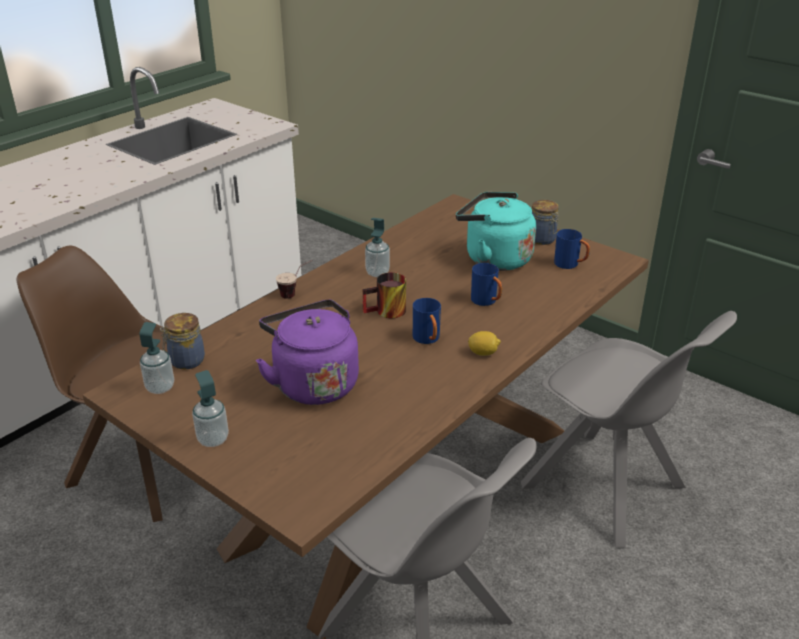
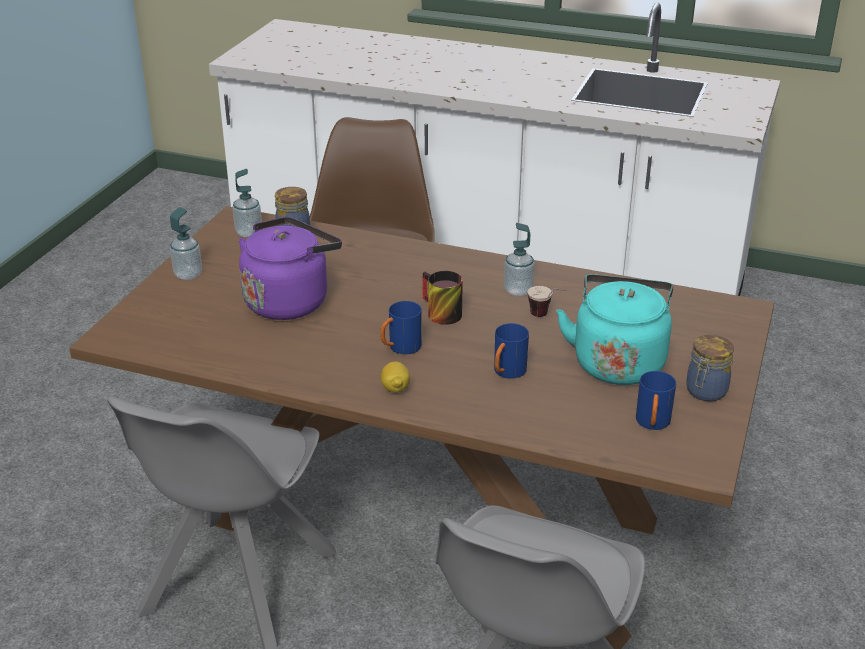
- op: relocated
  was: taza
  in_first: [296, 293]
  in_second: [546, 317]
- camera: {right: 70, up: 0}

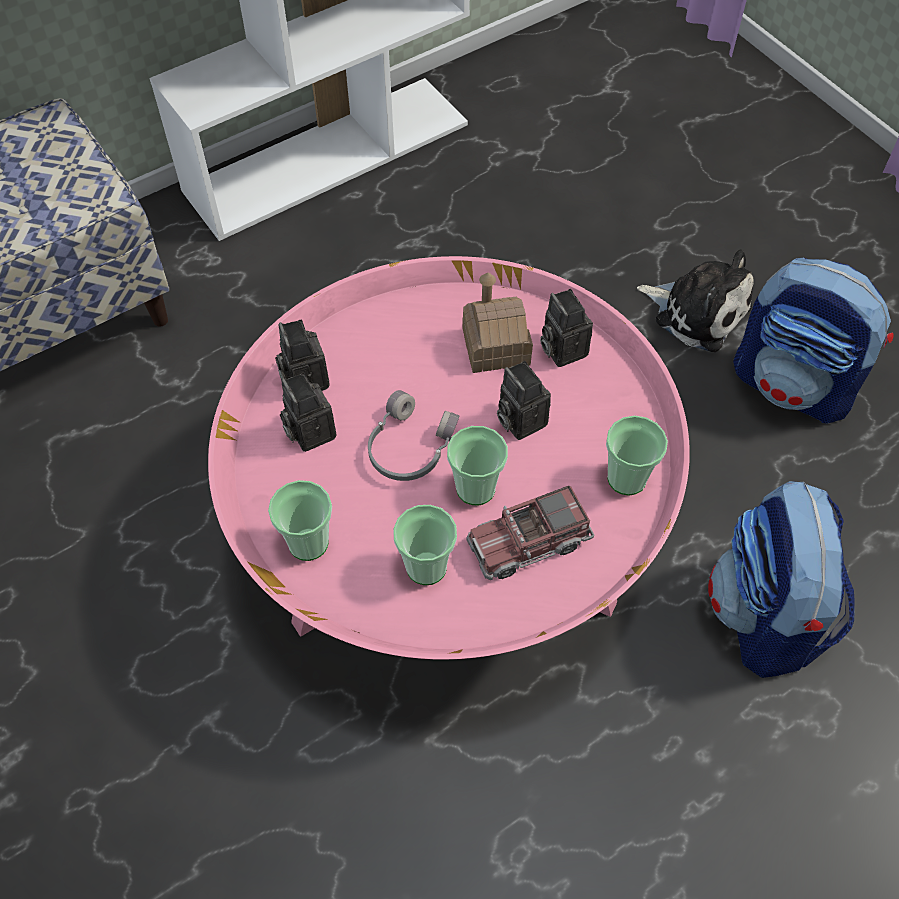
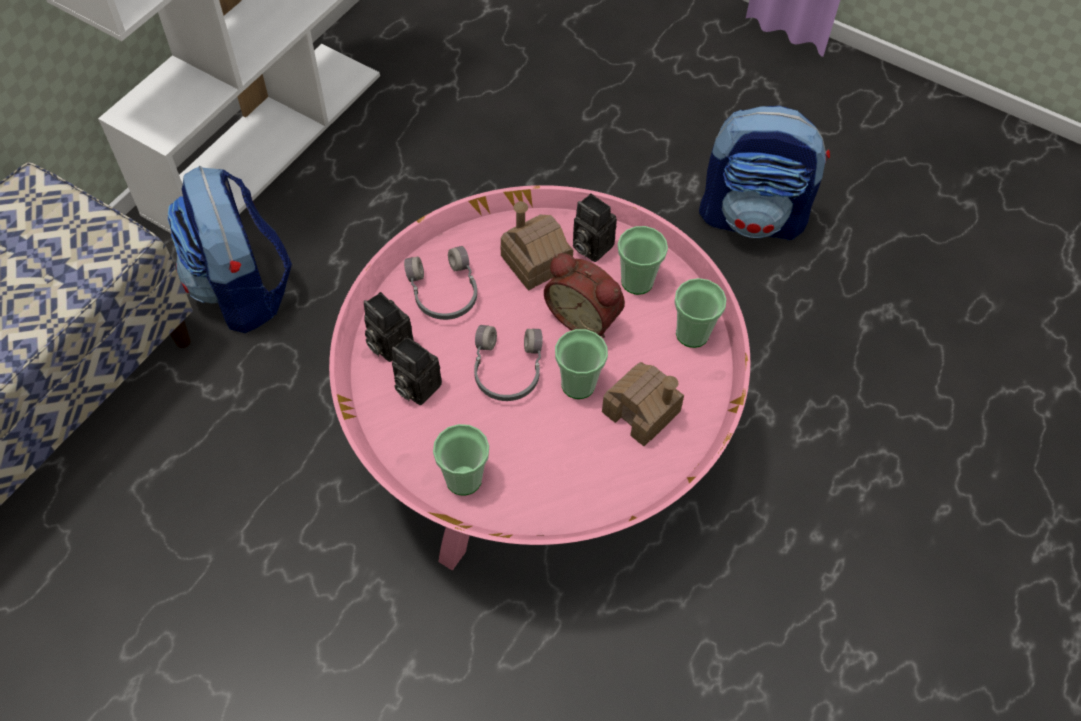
- op: missing
  was: peluche
  in_first: [697, 311]
- op: appeared
  now: auriculares [gris]
  in_second: [443, 292]
- op: relocated
  was: taza
  in_first: [426, 566]
  in_second: [637, 281]
- op: relocated
  was: mochila
  in_first: [765, 616]
  in_second: [243, 290]
- op: exchanged
  was: camión de juguete
  now: casita
  in_first: [528, 542]
  in_second: [641, 412]
- op: exchanged
  was: cámara
  now: despertador
  in_first: [518, 419]
  in_second: [584, 316]
- camera: {right: -25, up: 0}

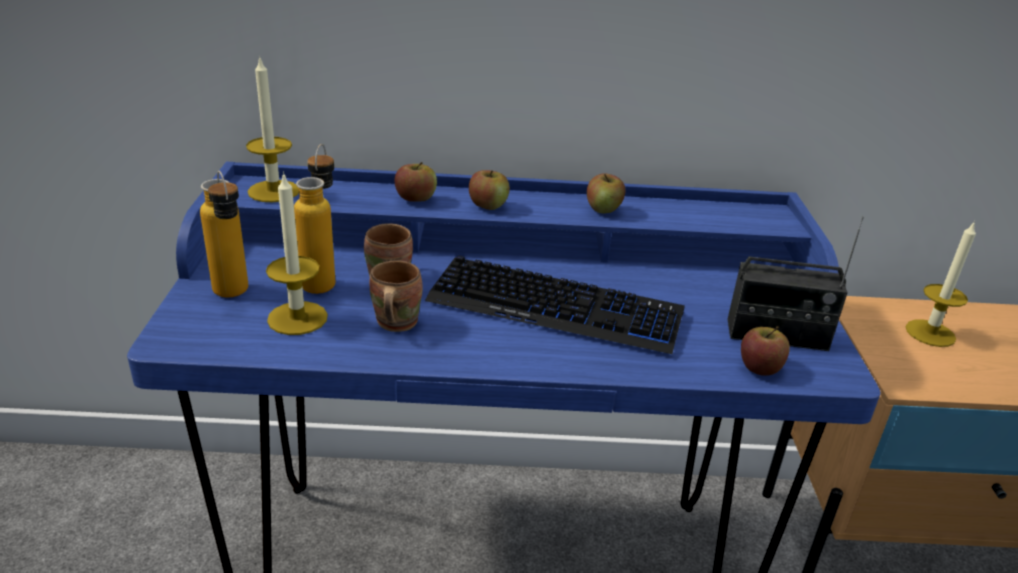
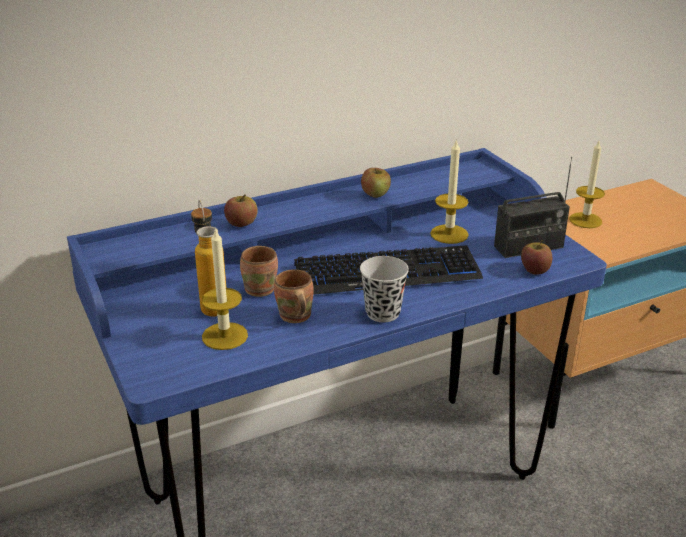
- op: missing
  was: botella
  in_first: [234, 297]
- op: missing
  was: manzana
  in_first: [488, 205]
- op: appeared
  now: taza [negro]
  in_second: [382, 313]
- op: relocated
  was: vela
  in_first: [273, 191]
  in_second: [449, 234]
- camera: {right: -25, up: 0}

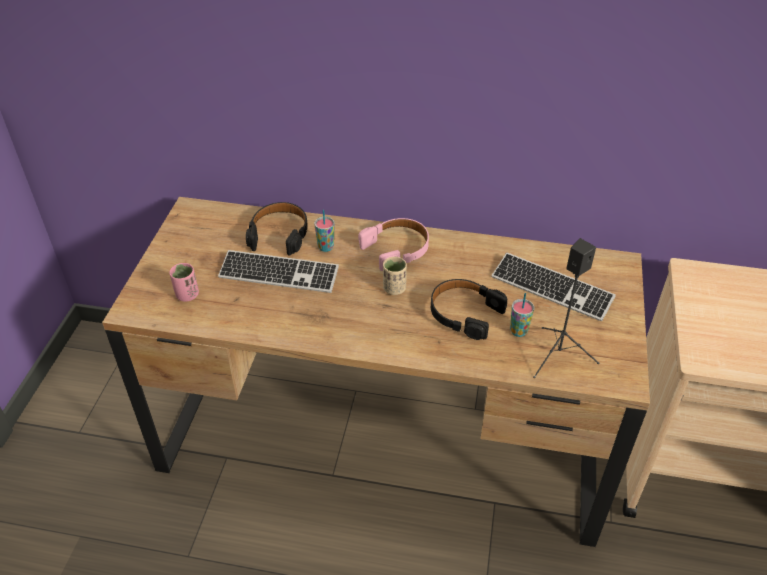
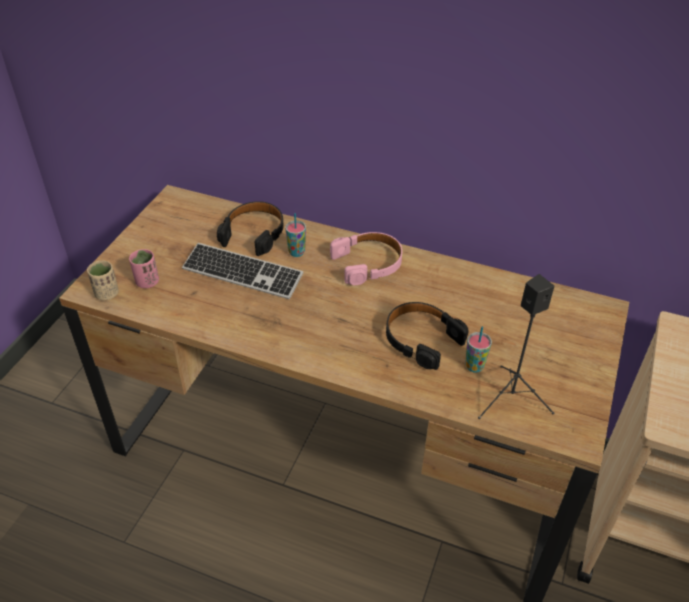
- op: missing
  was: teclado
  in_first: [551, 288]
- op: relocated
  was: taza [beis]
  in_first: [394, 288]
  in_second: [107, 294]
- camera: {right: 10, up: 0}

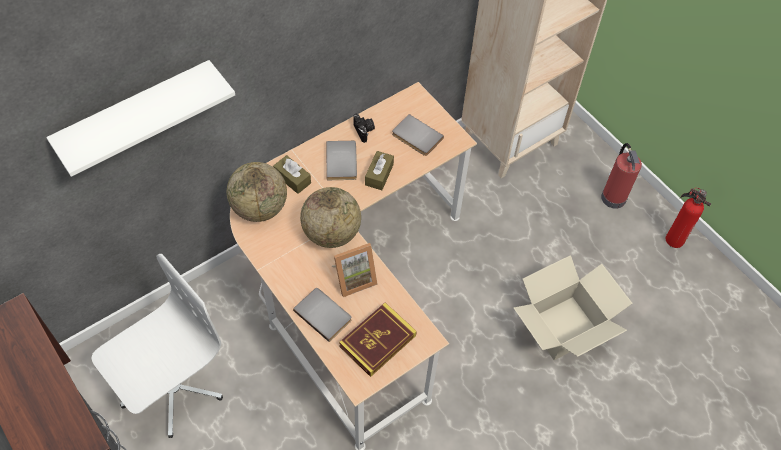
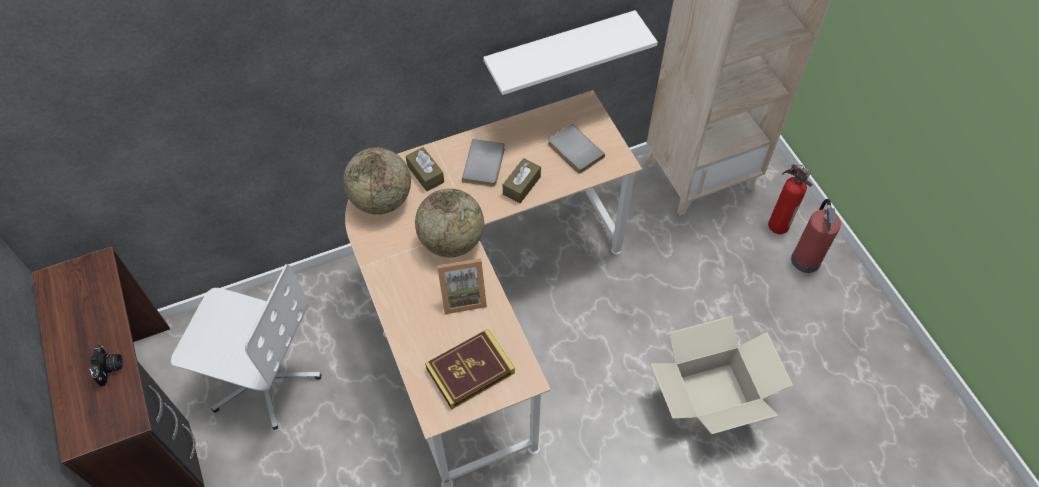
- op: missing
  was: libro [gris]
  in_first: [324, 314]
- op: relocated
  was: estante [blanco]
  in_first: [136, 114]
  in_second: [559, 51]
- op: relocated
  was: cámara
  in_first: [364, 131]
  in_second: [110, 368]
- op: relocated
  was: extintor
  in_first: [673, 239]
  in_second: [777, 224]
- op: spun
  was: silla de oficina [blanco]
  in_first: [172, 387]
  in_second: [264, 378]
  clockwise: 45
- camera: {right: 15, up: 0}

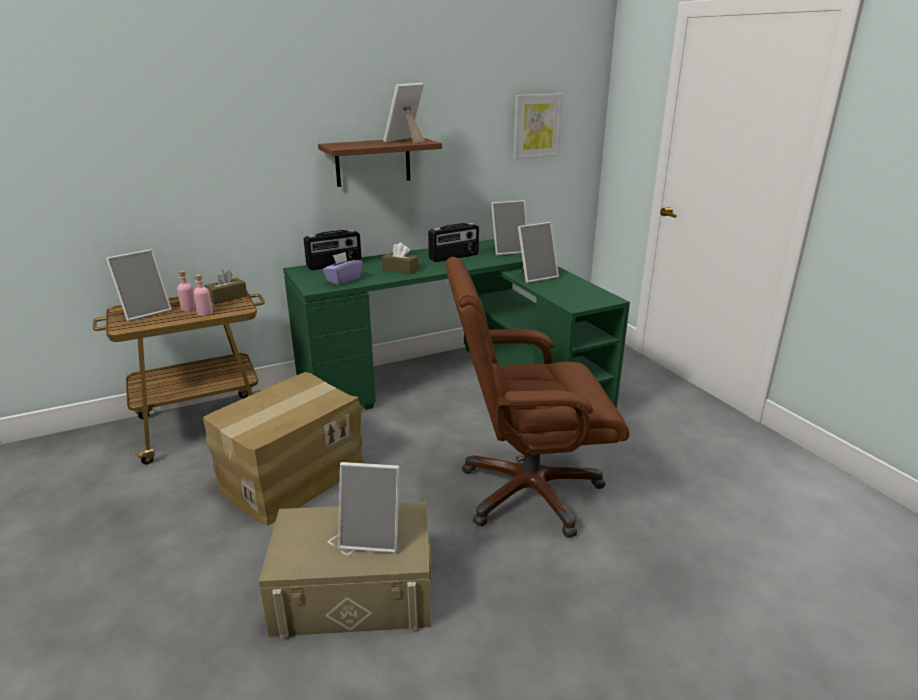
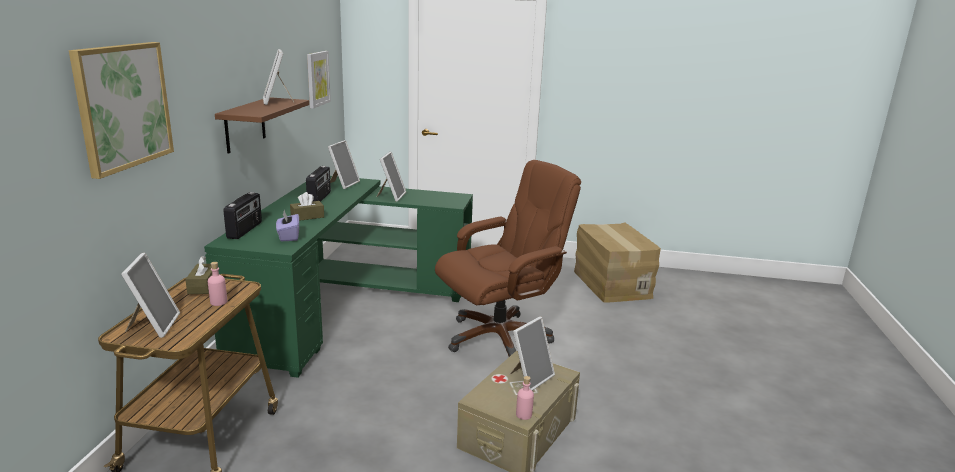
- op: appeared
  now: cuadro
  in_second: [123, 106]
- op: relocated
  was: botella [rosa]
  in_first: [189, 308]
  in_second: [524, 415]
- op: relocated
  was: caja de cartón
  in_first: [291, 476]
  in_second: [611, 284]
- op: spun
  was: silla de oficina [marrón]
  in_first: [528, 492]
  in_second: [499, 337]
  clockwise: -150
- camera: {right: -55, up: -5}

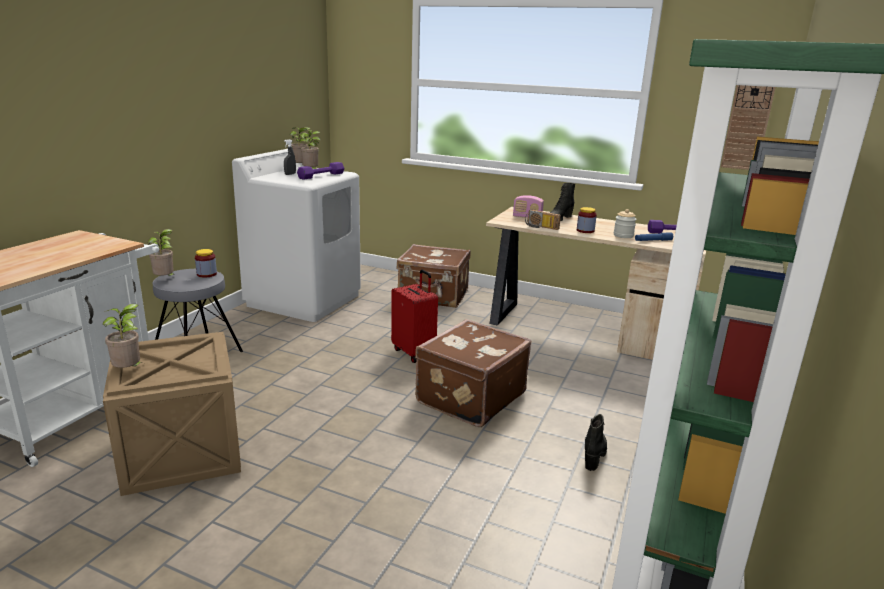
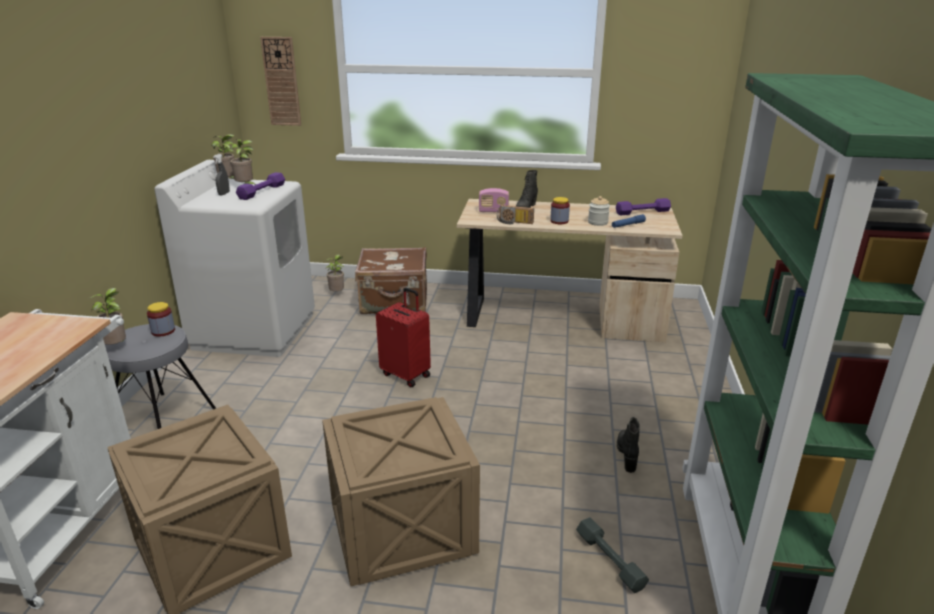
- op: missing
  was: maleta [marrón]
  in_first: [469, 397]
- op: appeared
  now: caja de embalaje
  in_second: [404, 529]
- op: appeared
  now: mancuerna [gris]
  in_second: [610, 560]
- op: relocated
  was: planta en maceta
  in_first: [129, 371]
  in_second: [337, 293]
- op: relocated
  was: reloj de pared
  in_first: [748, 122]
  in_second: [281, 82]
- camera: {right: -15, up: 5}

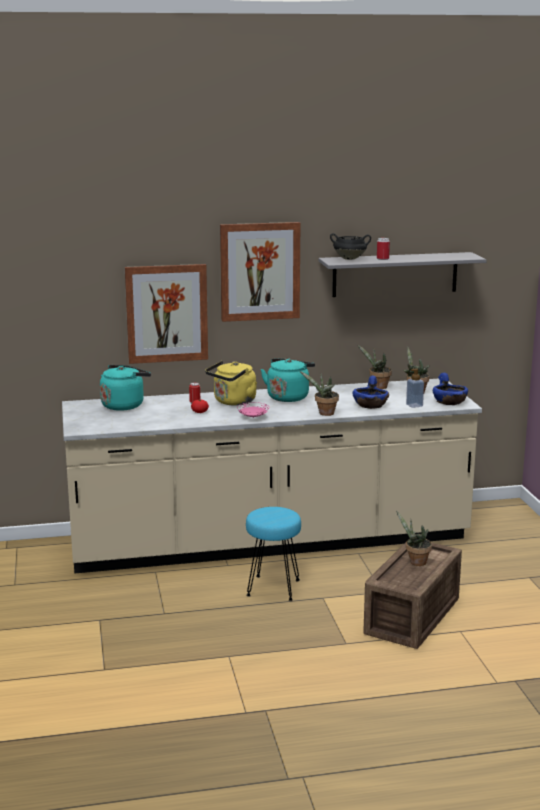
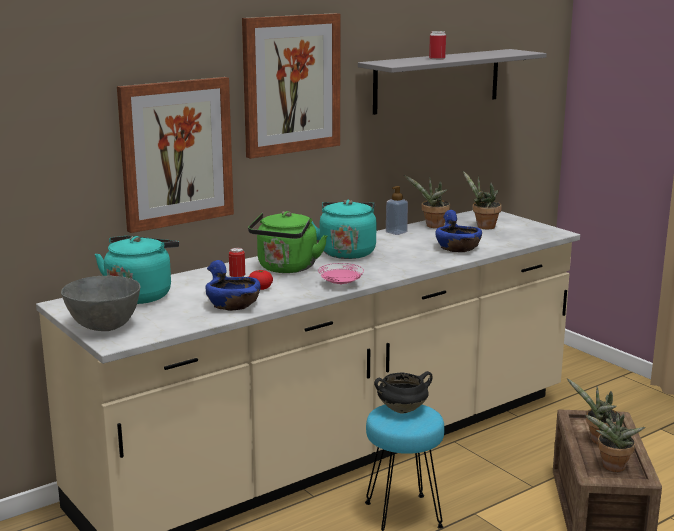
- op: appeared
  now: cuenco [gris]
  in_second: [105, 327]
- op: relocated
  was: planta en maceta
  in_first: [324, 413]
  in_second: [612, 468]
- op: relocated
  was: olla [negro]
  in_first: [350, 259]
  in_second: [402, 409]
- op: relocated
  was: dispensador de jabón
  in_first: [414, 405]
  in_second: [396, 232]
- op: relocated
  was: cuenco [azul]
  in_first: [449, 401]
  in_second: [233, 304]
- op: colour
  was: hervidor [amarillo]
  now: hervidor [verde]
  in_first: [233, 402]
  in_second: [286, 268]
- camera: {right: -25, up: 0}

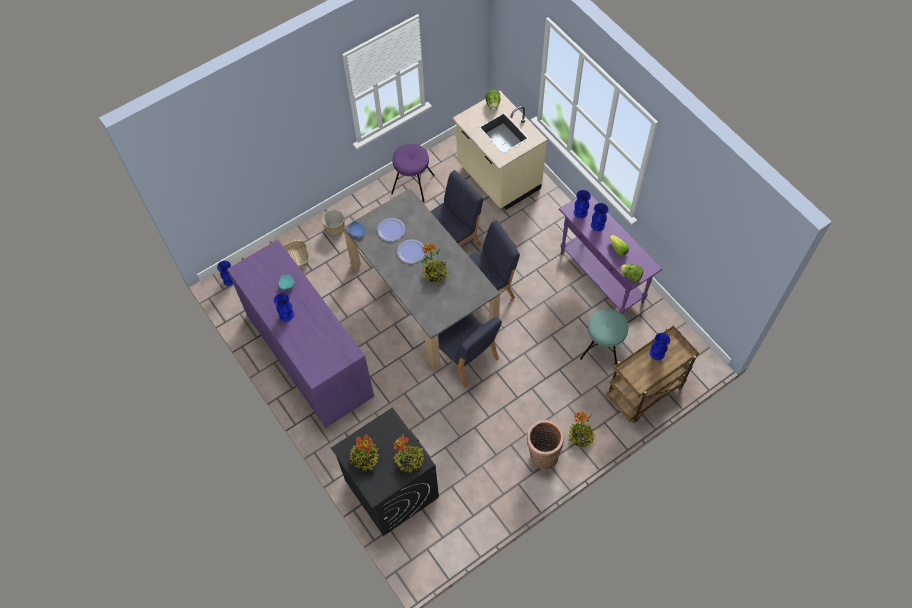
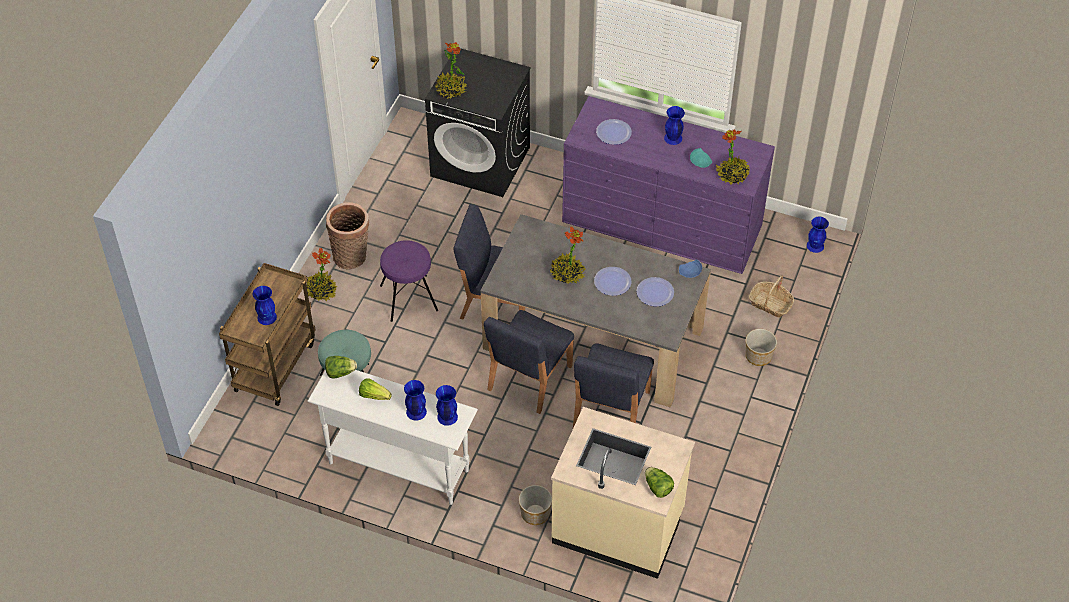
- op: appeared
  now: maceta
  in_second: [535, 513]
- op: appeared
  now: plato
  in_second: [613, 132]
- op: relocated
  was: planta en maceta
  in_first: [364, 458]
  in_second: [732, 175]
- op: relocated
  was: taburete [morado]
  in_first: [412, 184]
  in_second: [408, 298]
- op: colour
  was: mesa consola [morado]
  now: mesa consola [blanco]
  in_first: [601, 278]
  in_second: [398, 466]
- camera: {right: 145, up: -10}

